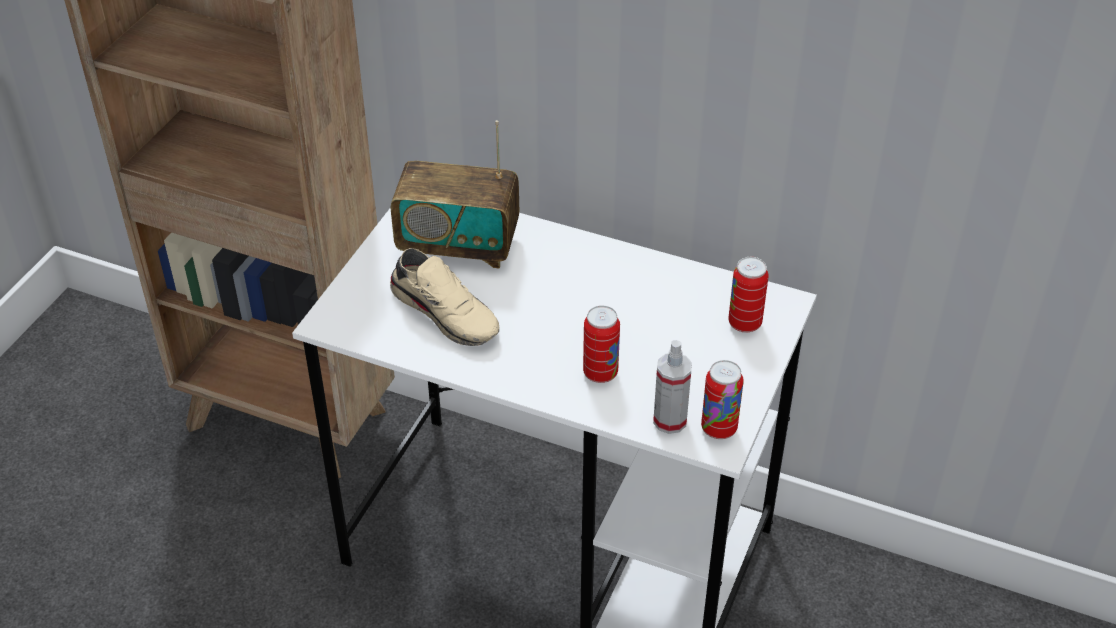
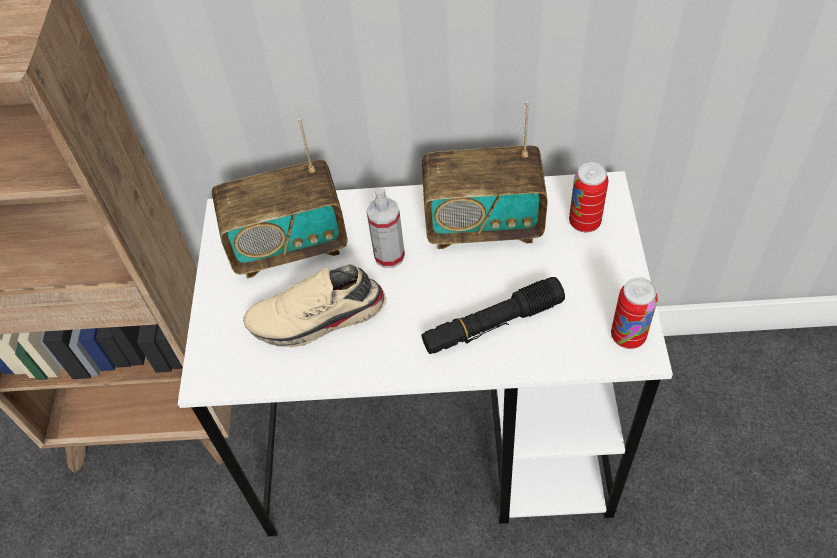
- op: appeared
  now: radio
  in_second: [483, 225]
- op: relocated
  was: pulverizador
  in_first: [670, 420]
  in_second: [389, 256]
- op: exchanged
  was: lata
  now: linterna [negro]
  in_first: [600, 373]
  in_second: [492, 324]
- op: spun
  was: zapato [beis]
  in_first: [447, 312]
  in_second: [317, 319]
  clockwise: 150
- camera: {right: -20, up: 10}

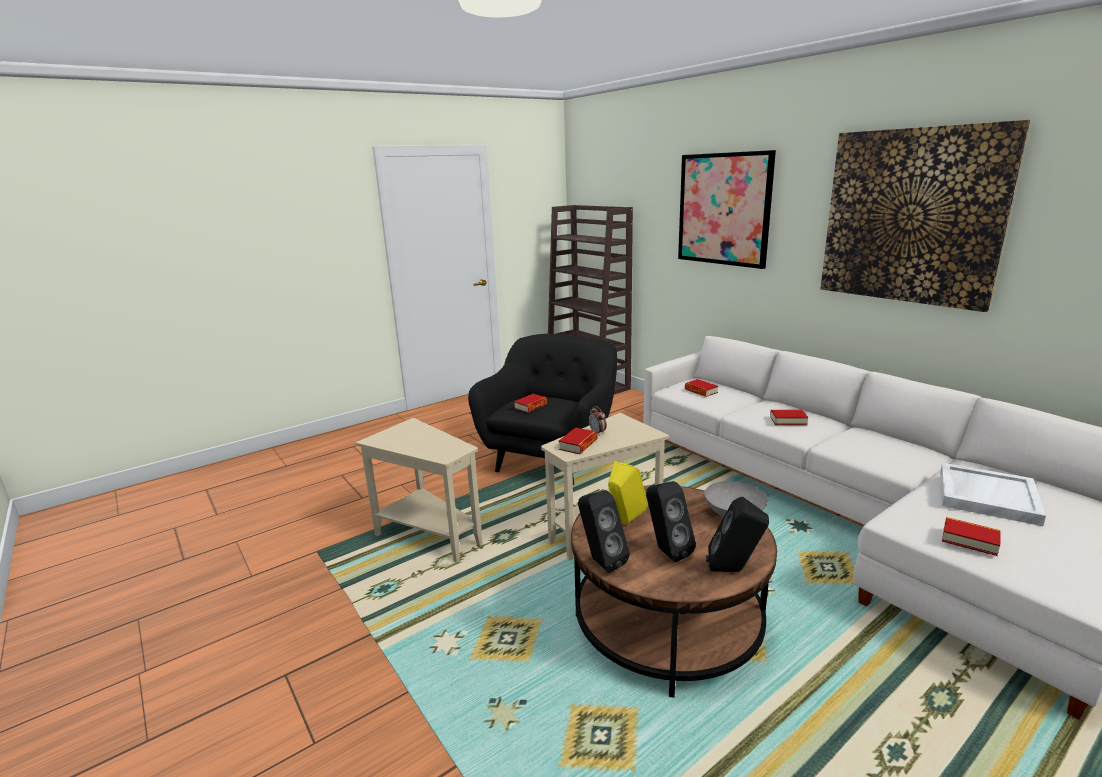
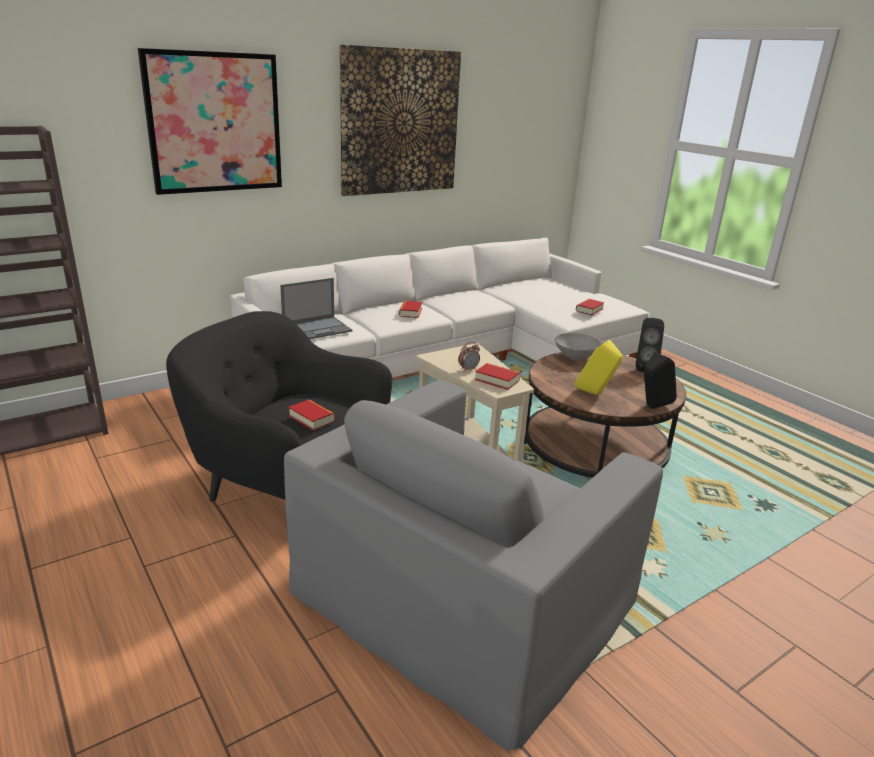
- op: missing
  was: altavoz [negro]
  in_first: [666, 551]
- op: missing
  was: bandeja [blanco]
  in_first: [986, 496]
- op: exchanged
  was: mesa auxiliar [beis]
  now: sillón [gris]
  in_first: [429, 535]
  in_second: [464, 594]
- op: exchanged
  was: libro
  now: portátil
  in_first: [701, 391]
  in_second: [317, 329]
- camera: {right: -90, up: 5}

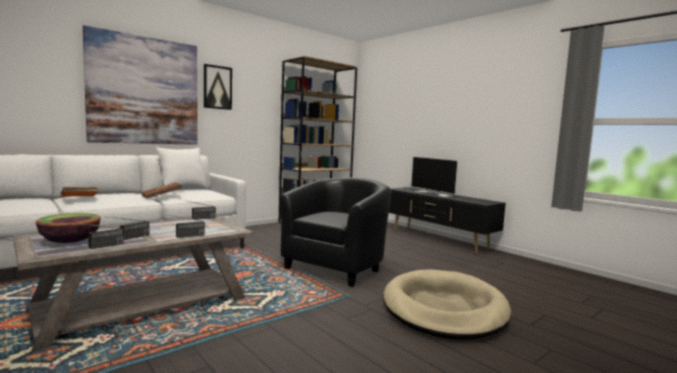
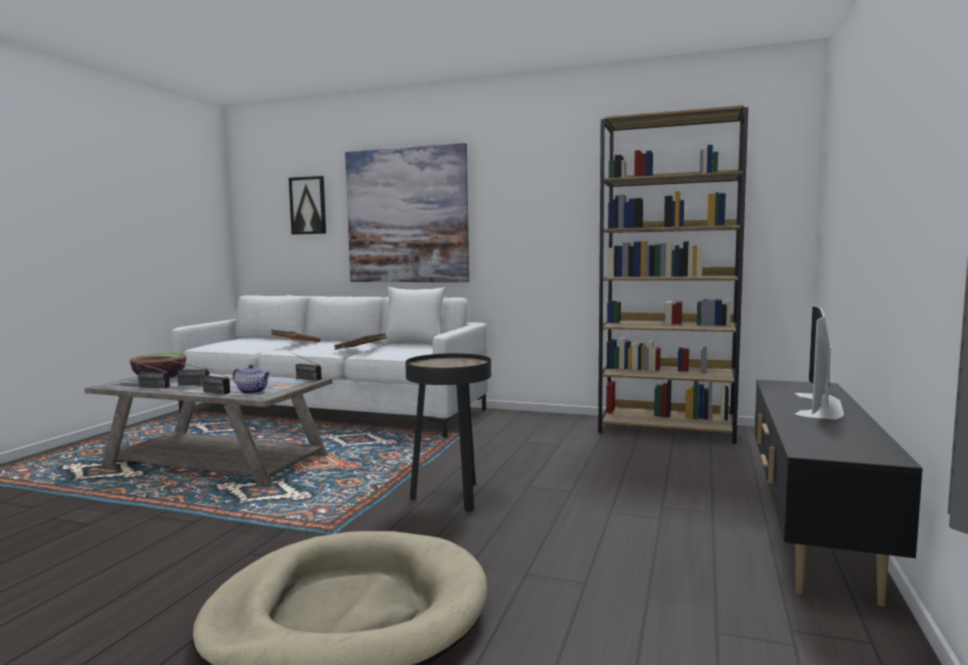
- op: appeared
  now: tetera
  in_second: [253, 392]
- op: relocated
  was: cuadro
  in_first: [217, 87]
  in_second: [308, 205]
- op: exchanged
  was: sillón [negro]
  now: mesa auxiliar [negro]
  in_first: [337, 267]
  in_second: [451, 498]
- camera: {right: 60, up: 0}

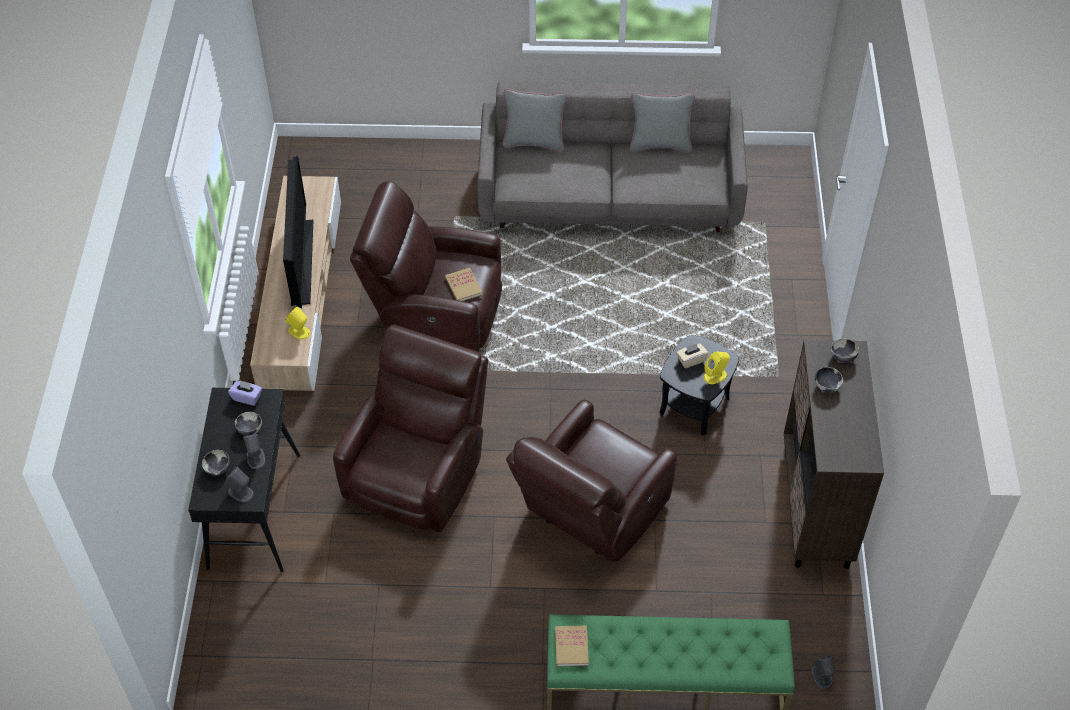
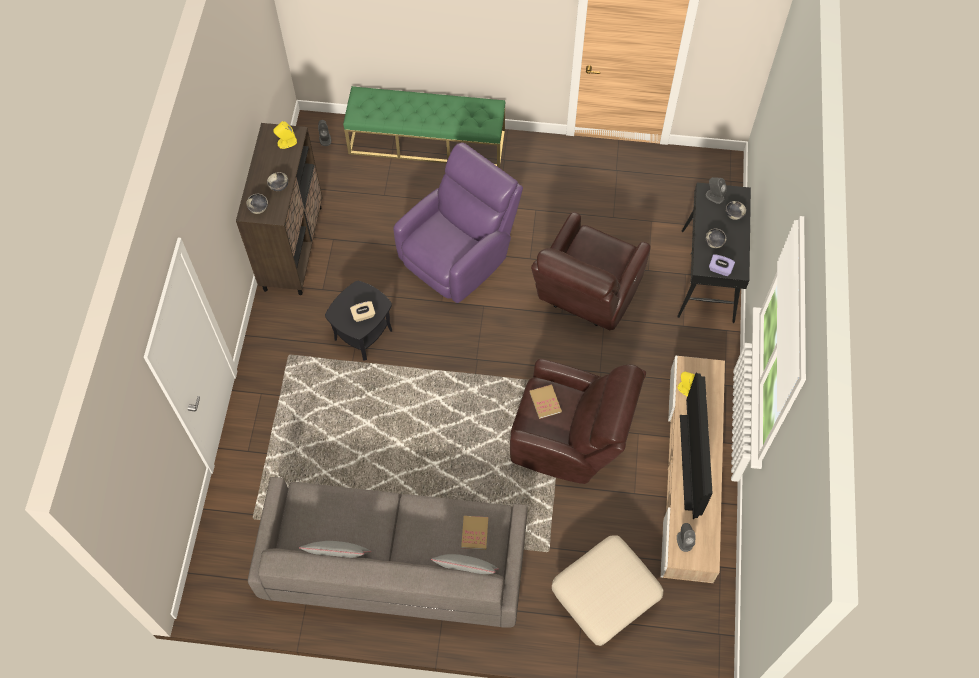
- op: appeared
  now: puf [beis]
  in_second: [604, 600]
- op: relocated
  was: altavoz [gris]
  in_first: [255, 458]
  in_second: [684, 541]
- op: relocated
  was: libro
  in_first: [571, 647]
  in_second: [474, 533]
- op: relocated
  was: altavoz [amarillo]
  in_first: [715, 376]
  in_second: [286, 142]
- op: colour
  was: sillón [marrón]
  now: sillón [morado]
  in_first: [590, 514]
  in_second: [458, 255]
- camera: {right: -175, up: 10}

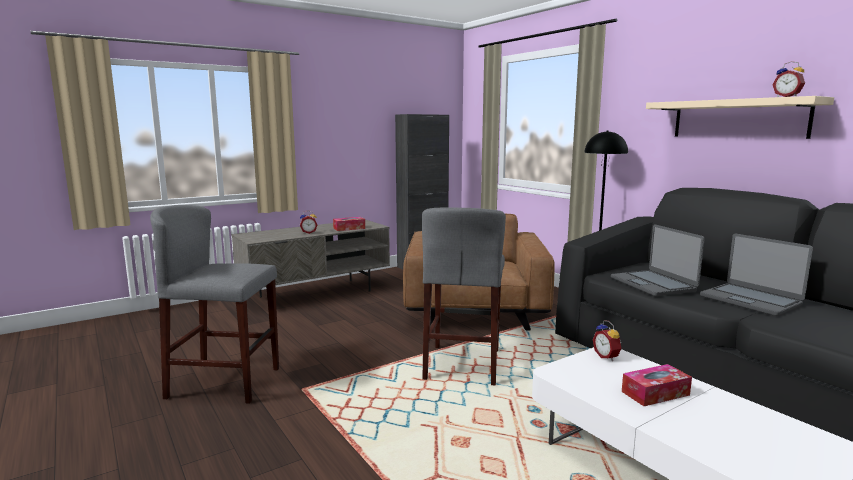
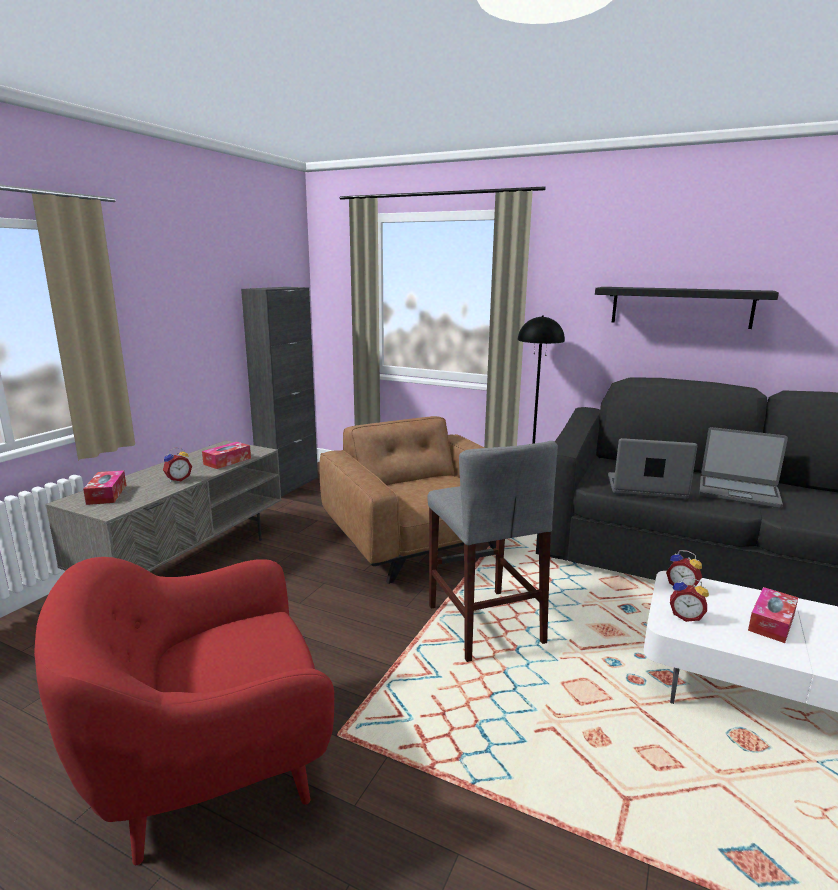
- op: appeared
  now: caja de pañuelos
  in_second: [107, 494]
- op: relocated
  was: despertador
  in_first: [787, 97]
  in_second: [686, 616]
- op: exchanged
  was: taburete [gris]
  now: sillón [rojo]
  in_first: [225, 383]
  in_second: [209, 769]
- op: colour
  was: estante [beis]
  now: estante [negro]
  in_first: [738, 119]
  in_second: [681, 307]
- op: spun
  was: portátil
  in_first: [653, 284]
  in_second: [646, 488]
  clockwise: 150
- camera: {right: -30, up: 5}

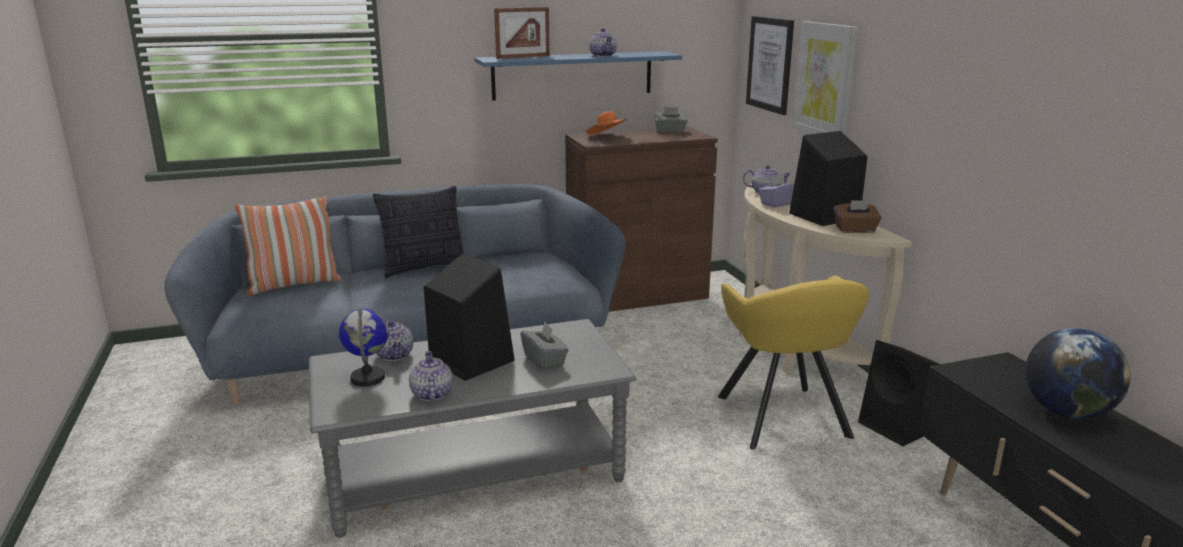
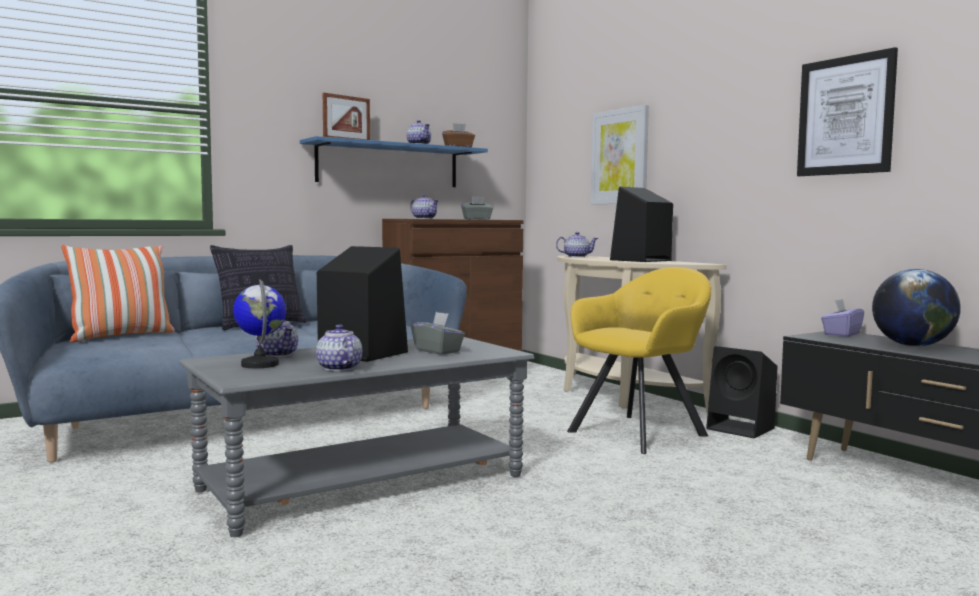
- op: relocated
  was: cuadro
  in_first: [770, 64]
  in_second: [845, 116]
- op: relocated
  was: caja de pañuelos [morado]
  in_first: [777, 203]
  in_second: [841, 334]
- op: relocated
  was: caja de pañuelos [marrón]
  in_first: [855, 230]
  in_second: [458, 147]
- op: exchanged
  was: sombrero [naranja]
  now: tetera
  in_first: [607, 137]
  in_second: [424, 218]
- op: spun
  was: sillón [amarillo]
  in_first: [784, 420]
  in_second: [642, 432]
  clockwise: -105
- camera: {right: -15, up: -15}

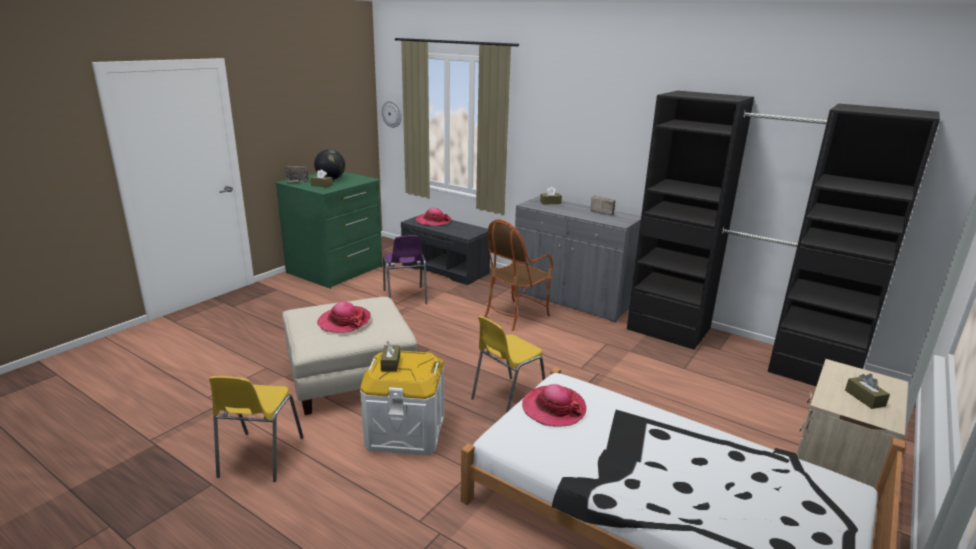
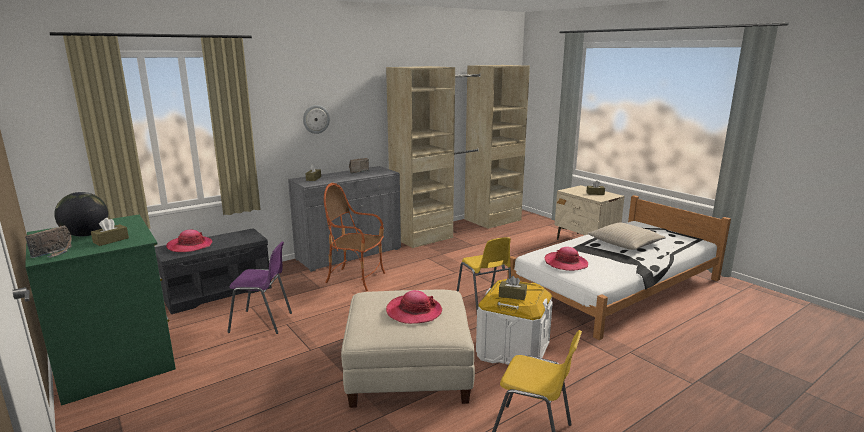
- op: appeared
  now: cojín [beis]
  in_second: [624, 243]
- op: relocated
  was: reloj de pared
  in_first: [392, 113]
  in_second: [316, 119]
- op: colour
  was: armario ropero [negro]
  now: armario ropero [beis]
  in_first: [738, 348]
  in_second: [459, 227]
- op: spun
  was: sillón
  in_first: [515, 315]
  in_second: [356, 278]
  clockwise: 135
- camera: {right: -70, up: -5}

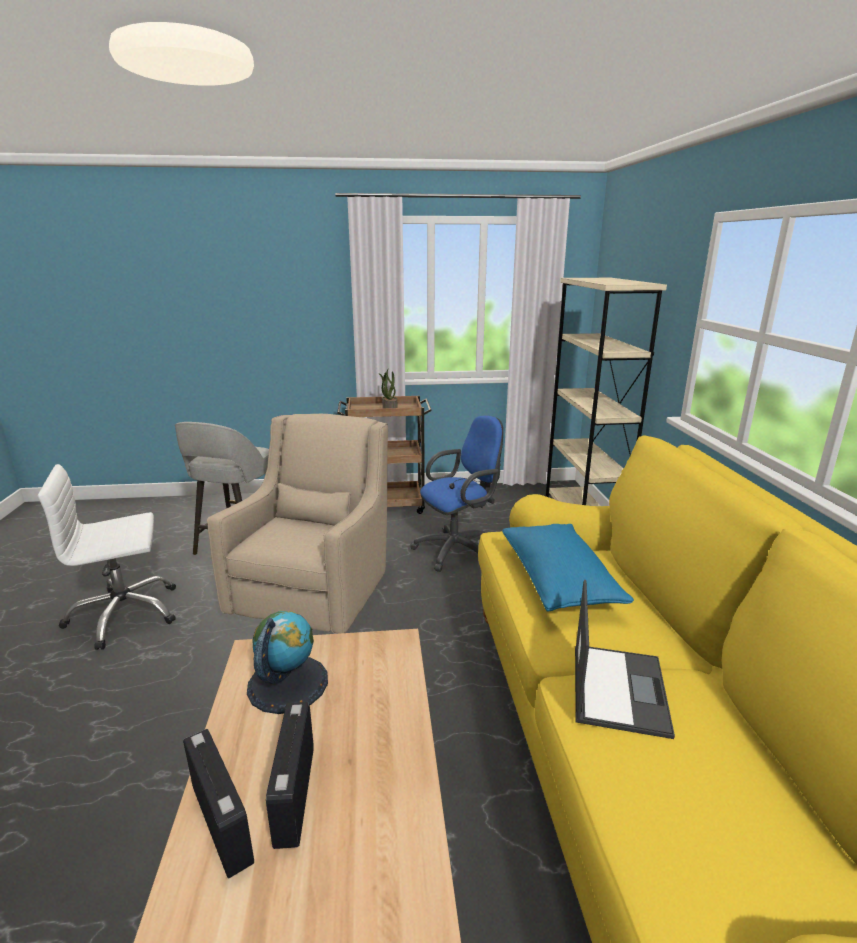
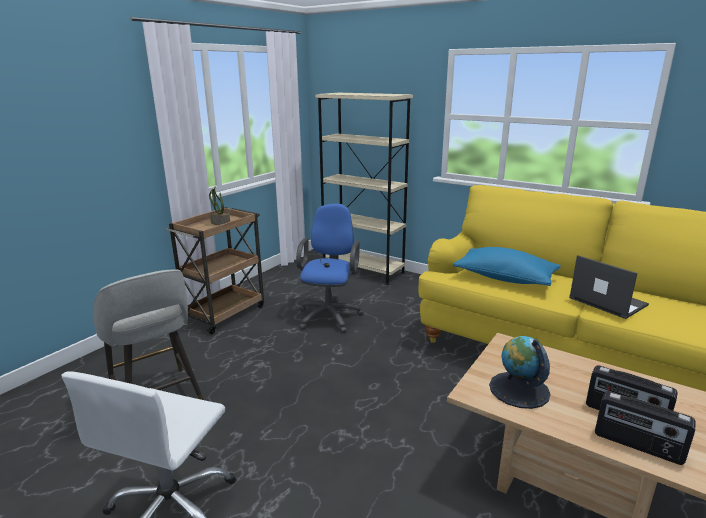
- op: missing
  was: sillón [beis]
  in_first: [317, 595]
- op: spun
  was: radio
  in_first: [223, 823]
  in_second: [637, 445]
  clockwise: -150
- camera: {right: -50, up: 0}

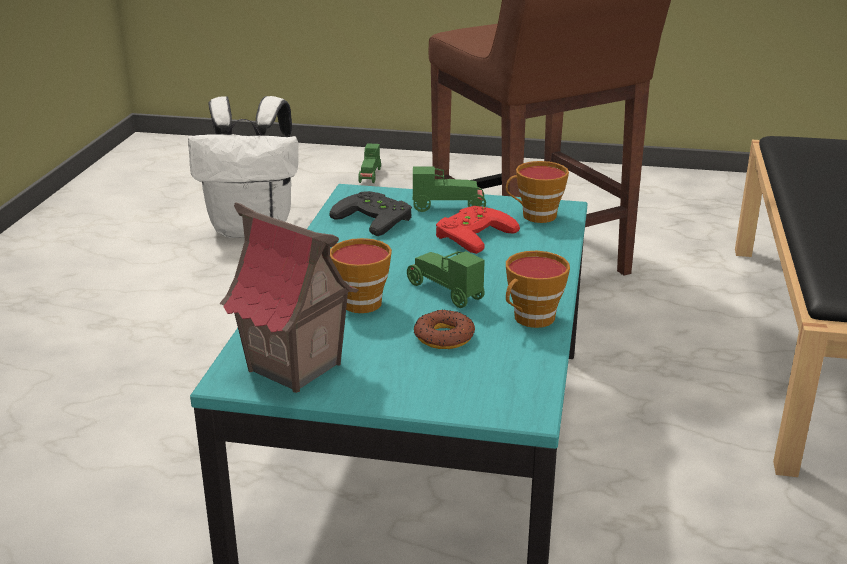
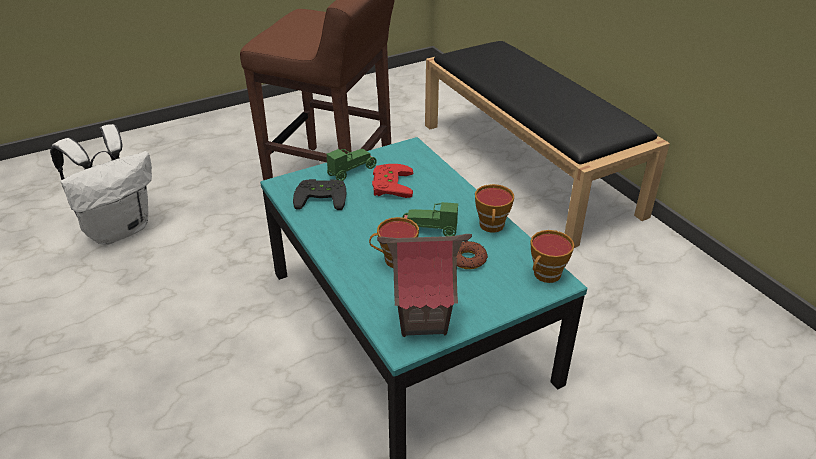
- op: missing
  was: coche de juguete [verde]
  in_first: [370, 176]
- op: relocated
  was: taza
  in_first: [535, 216]
  in_second: [545, 276]
- camera: {right: -40, up: 10}

